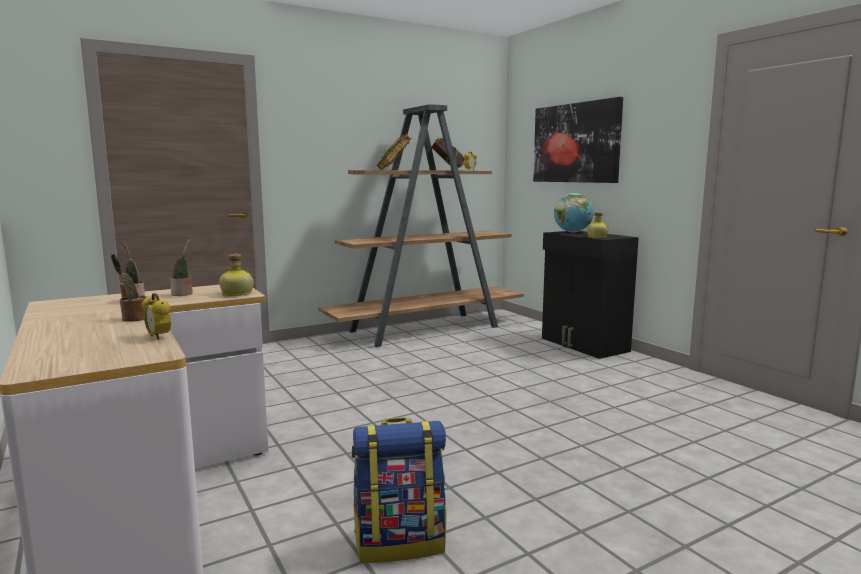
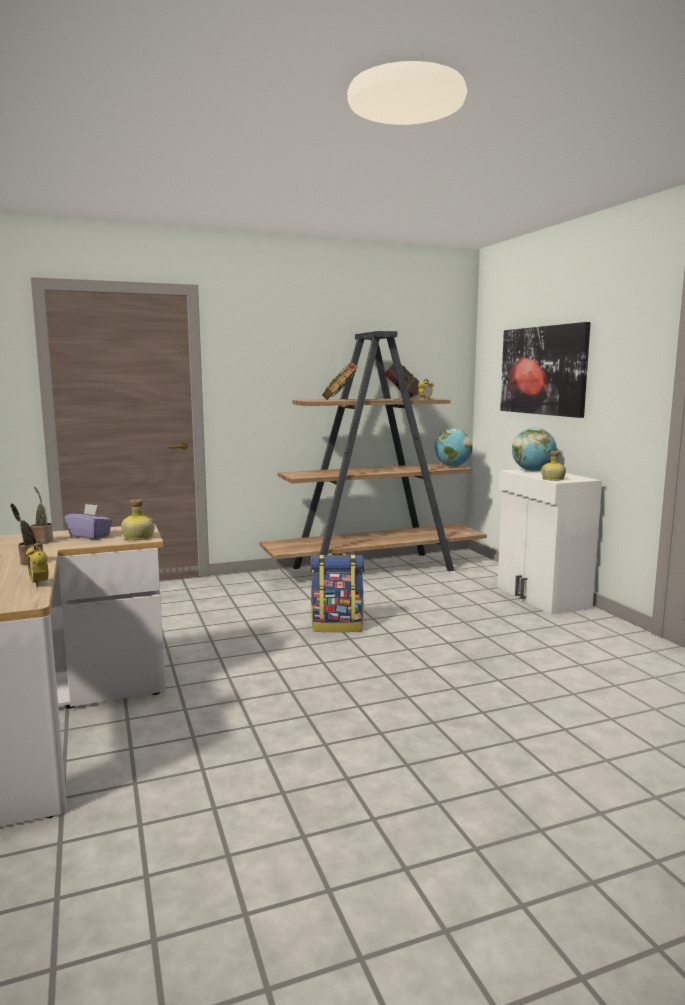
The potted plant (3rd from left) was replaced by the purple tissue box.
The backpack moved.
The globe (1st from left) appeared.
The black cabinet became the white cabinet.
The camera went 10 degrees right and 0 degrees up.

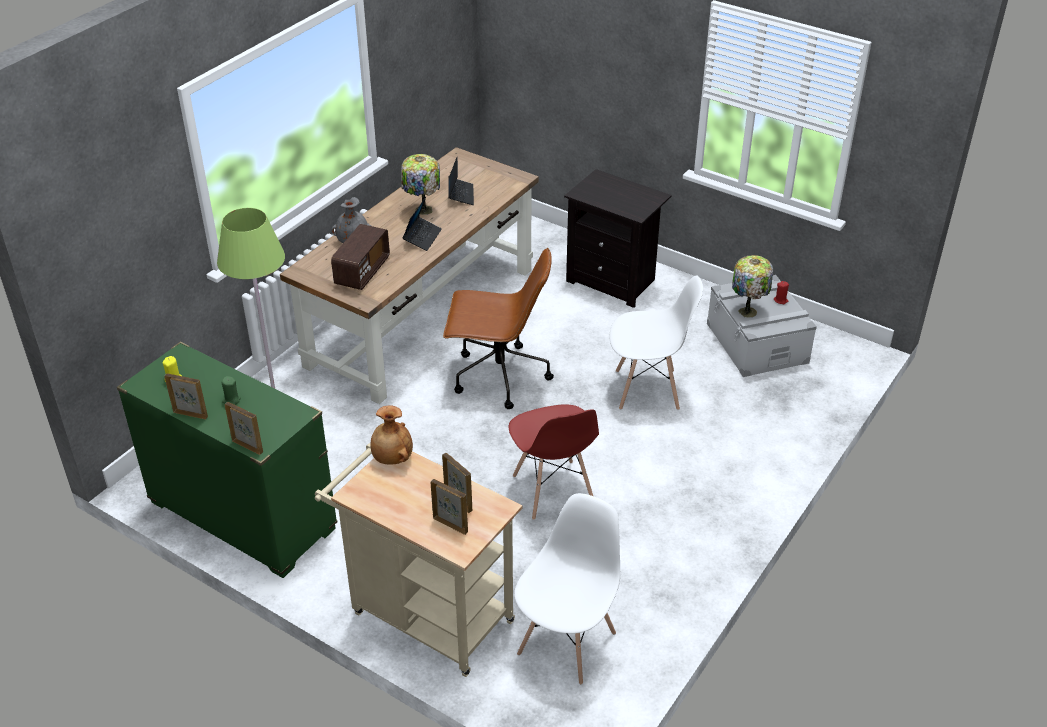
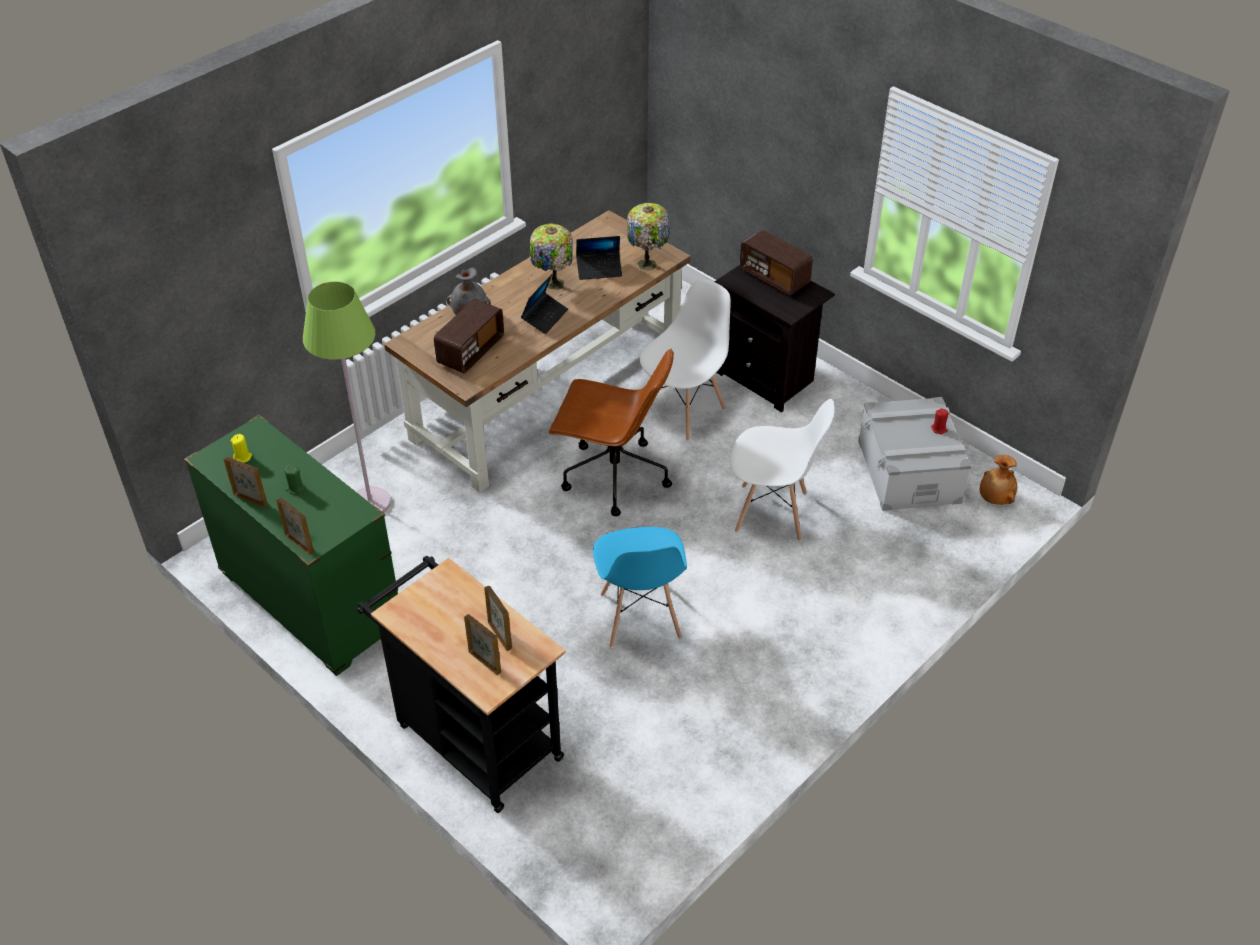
The beige cart became the black cart.
The laptop (2nd from left) turned 75 degrees clockwise.
The red chair became the blue chair.
The table lamp (2nd from left) moved.
The white chair (1st from left) moved.
The radio (2nd from left) appeared.
The brown vase moved.
The camera went 10 degrees right and 5 degrees up.

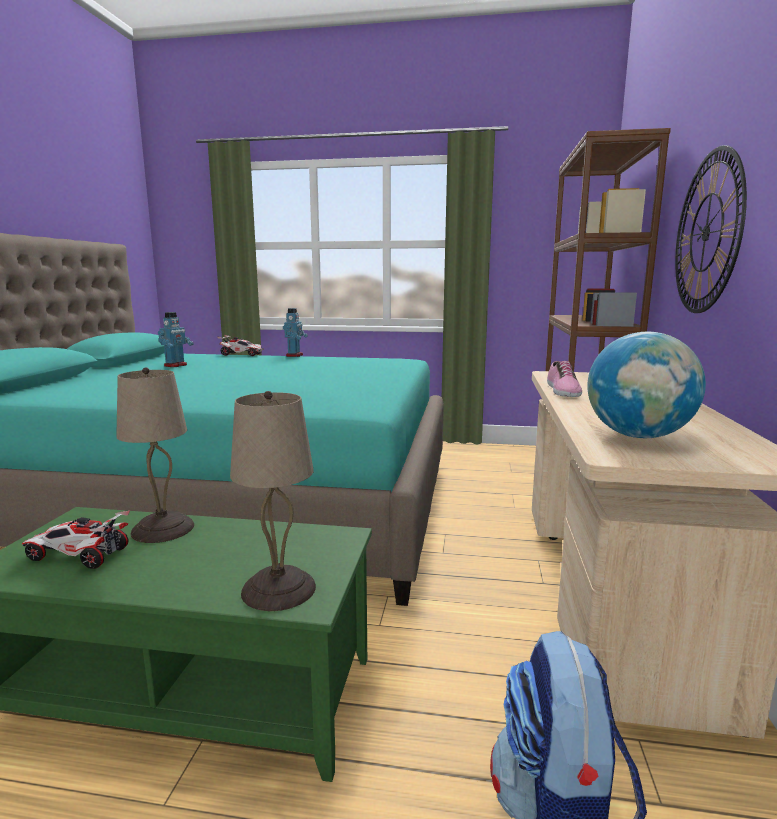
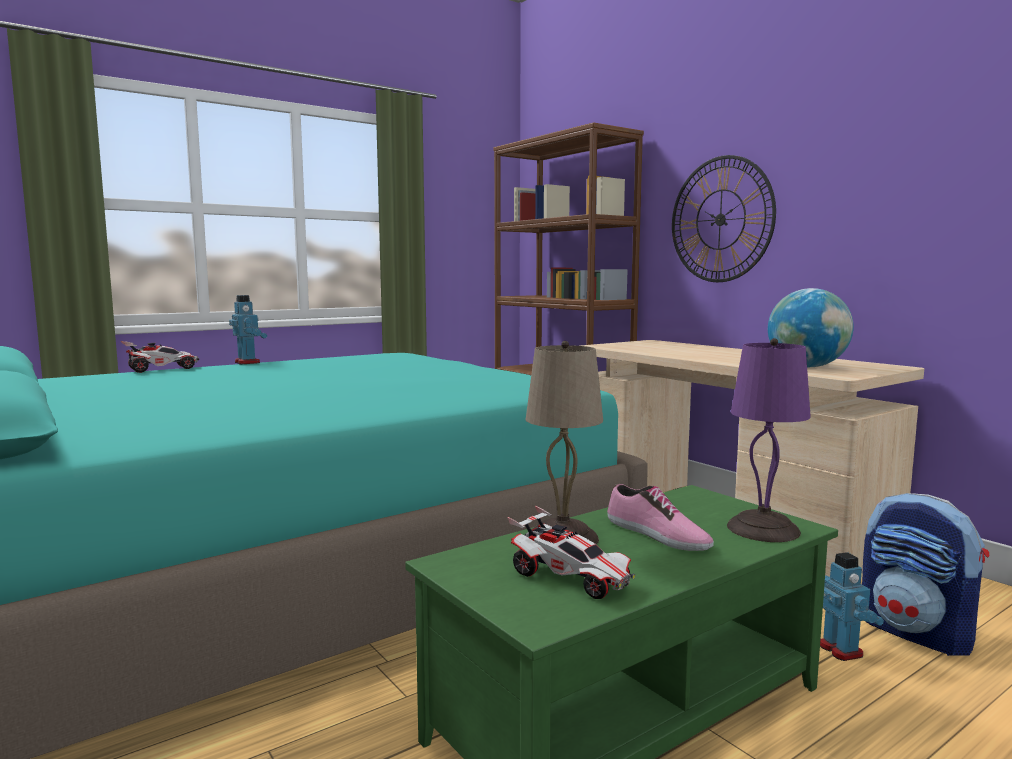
The toy car (1st from left in the first image) turned 105 degrees counterclockwise.
The shoe moved.
The beige table lamp (2nd from left) became the purple table lamp.
The toy robot (1st from left in the first image) moved.
The camera went 45 degrees left and 5 degrees down.

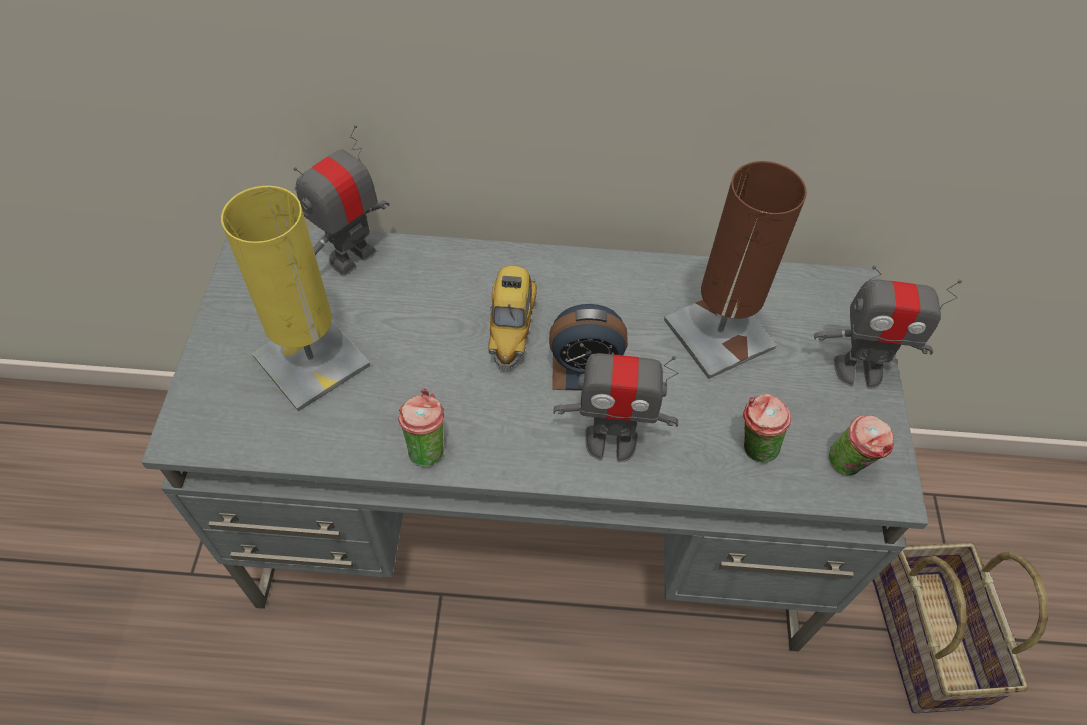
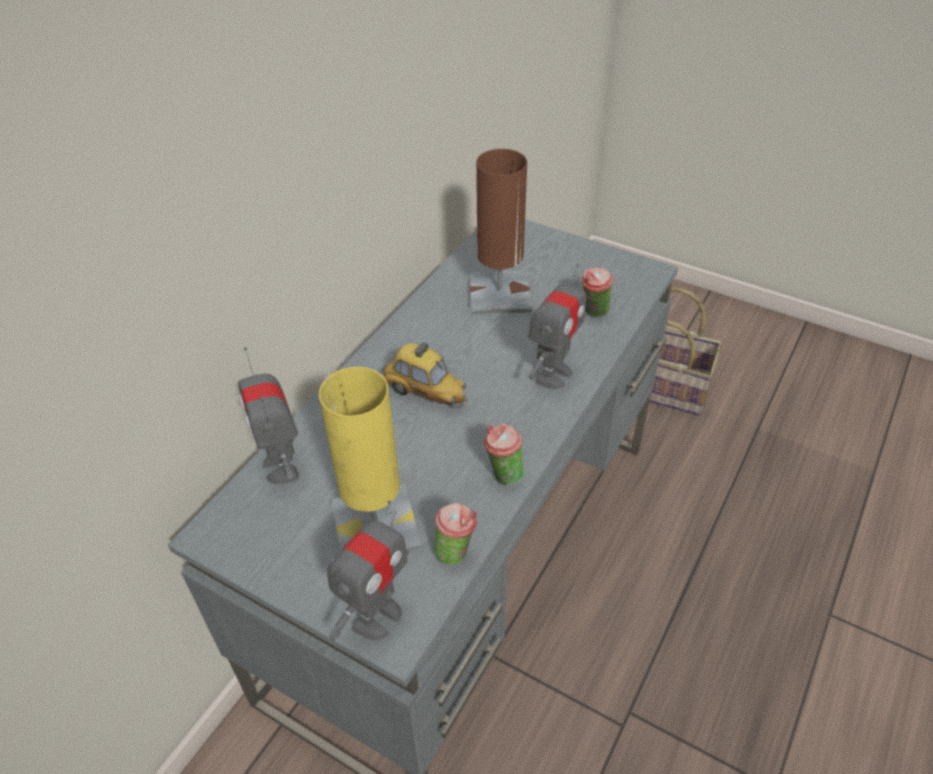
The toy robot (3rd from left in the first image) moved.
The cup (3rd from left in the first image) moved.
The alarm clock disappeared.
The camera went 60 degrees left and 10 degrees down.

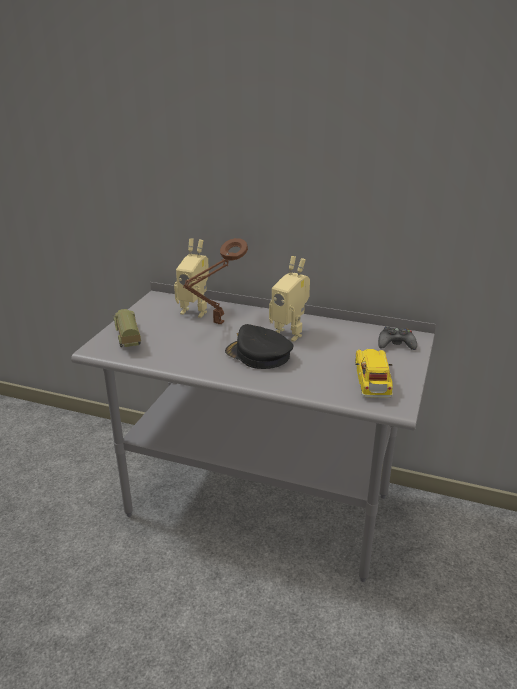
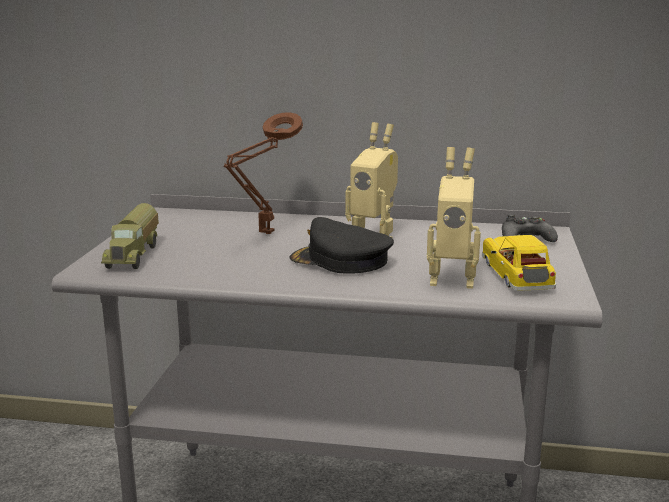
The toy truck turned 150 degrees counterclockwise.
The toy robot (1st from left in the first image) moved.
The camera went 10 degrees left and 10 degrees down.

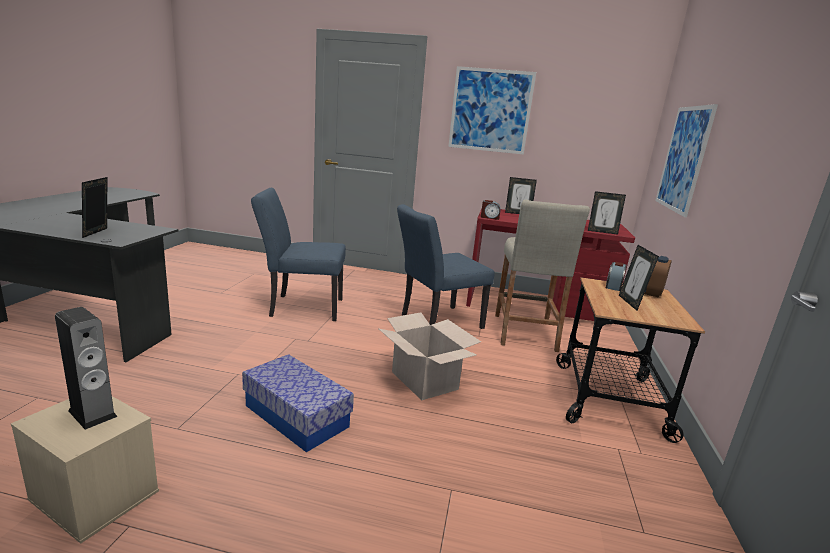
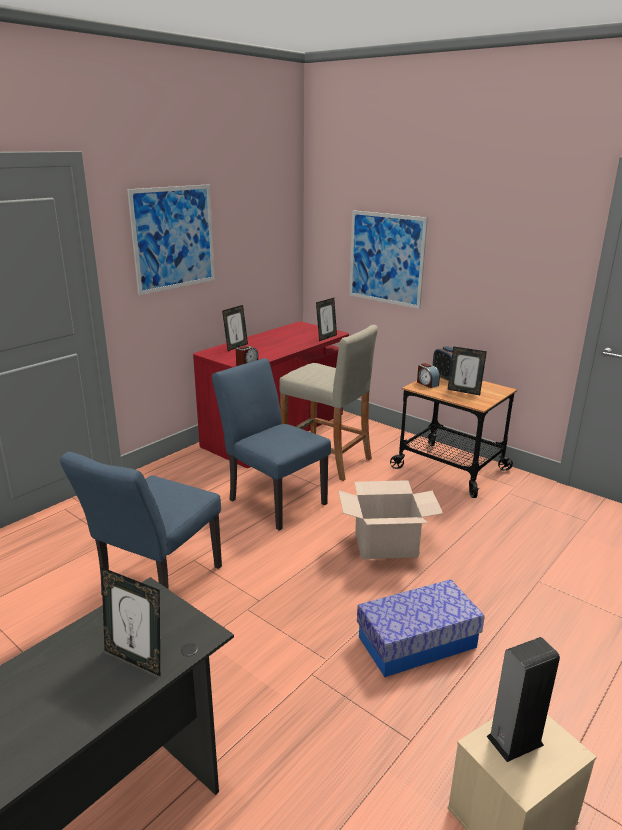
The blue chair (2nd from left) turned 135 degrees clockwise.
The camera went 60 degrees left and 5 degrees up.

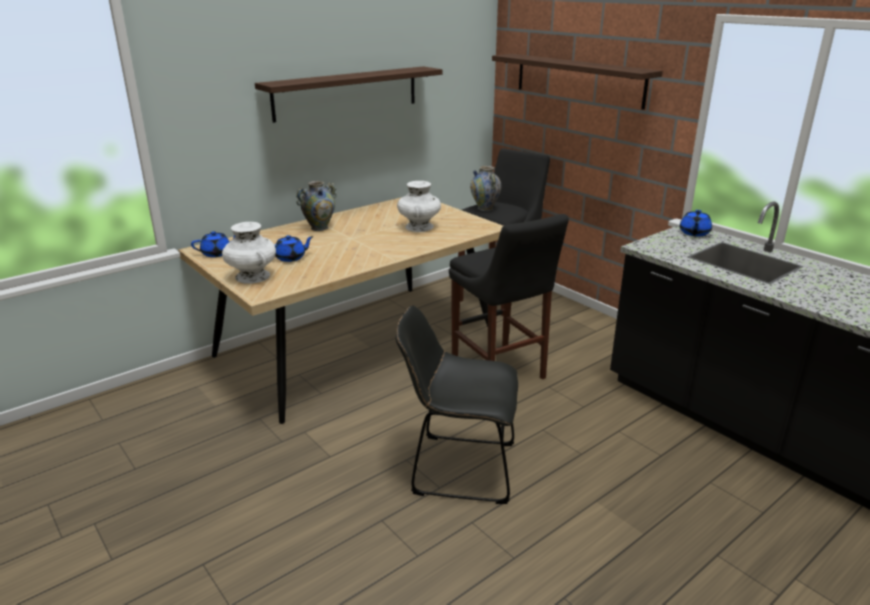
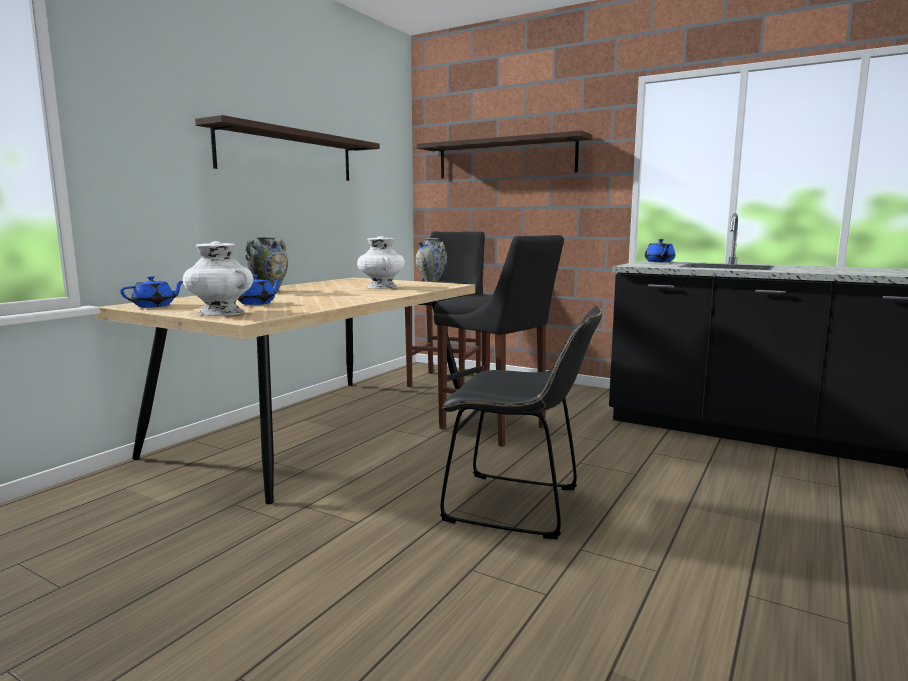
The black chair turned 150 degrees counterclockwise.
The camera went 20 degrees left and 15 degrees down.

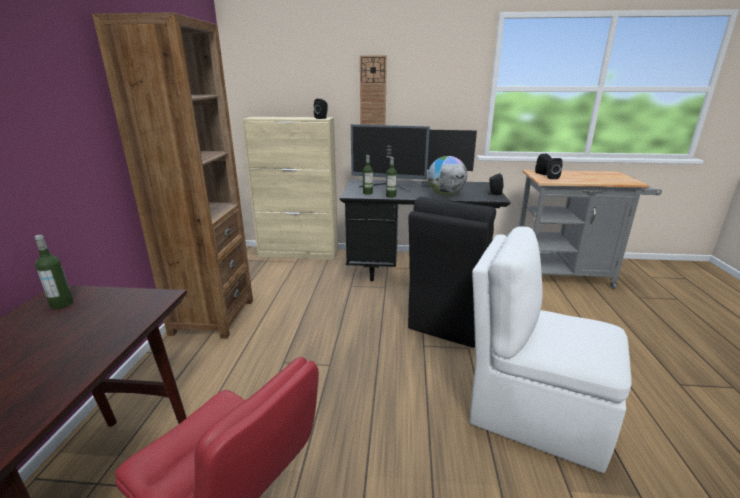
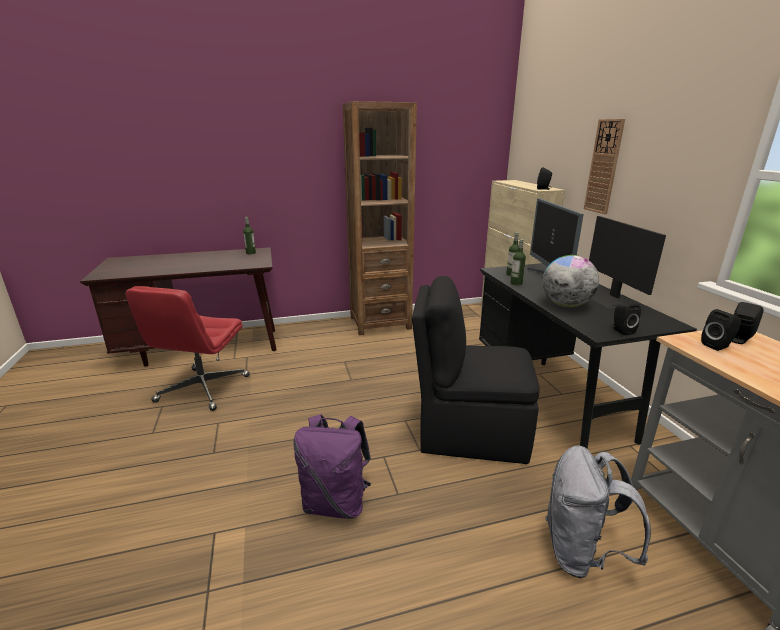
The white chair was replaced by the purple backpack.
The grey backpack appeared.
The camera went 70 degrees right and 0 degrees up.

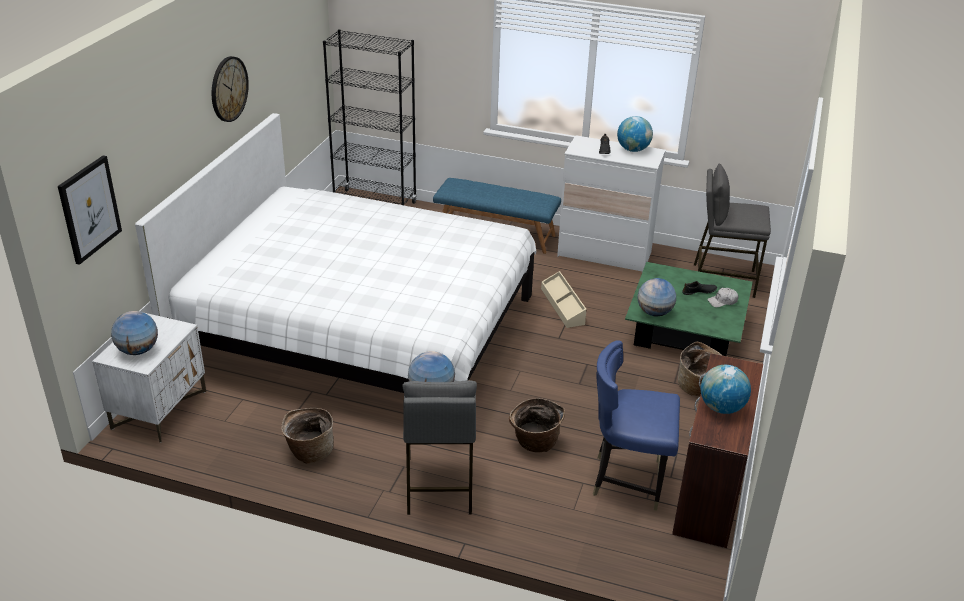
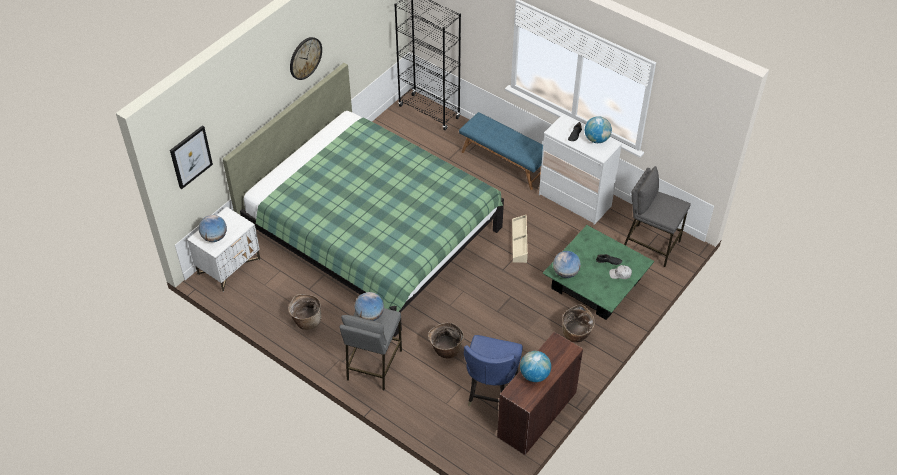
The white bed became the green bed.
The blue chair turned 105 degrees counterclockwise.
The camera went 20 degrees right and 15 degrees up.

